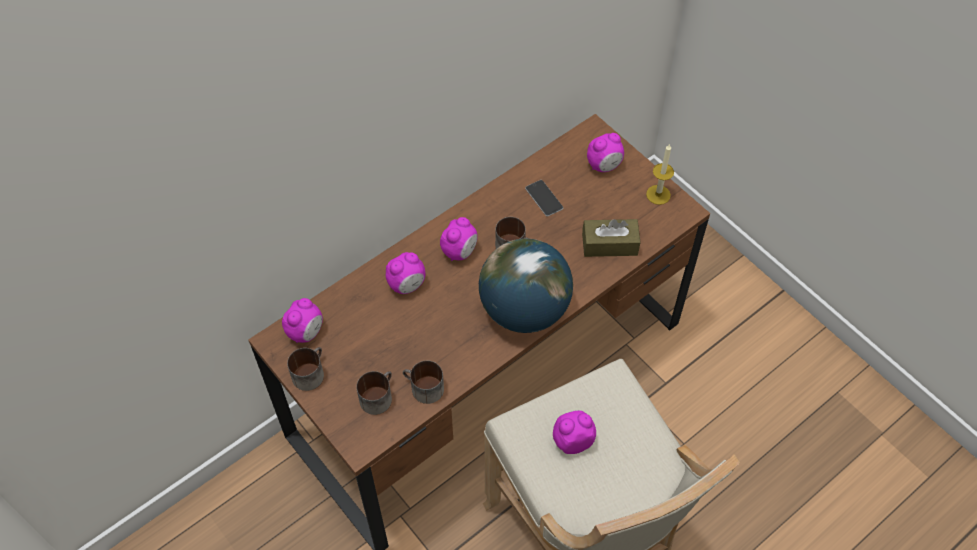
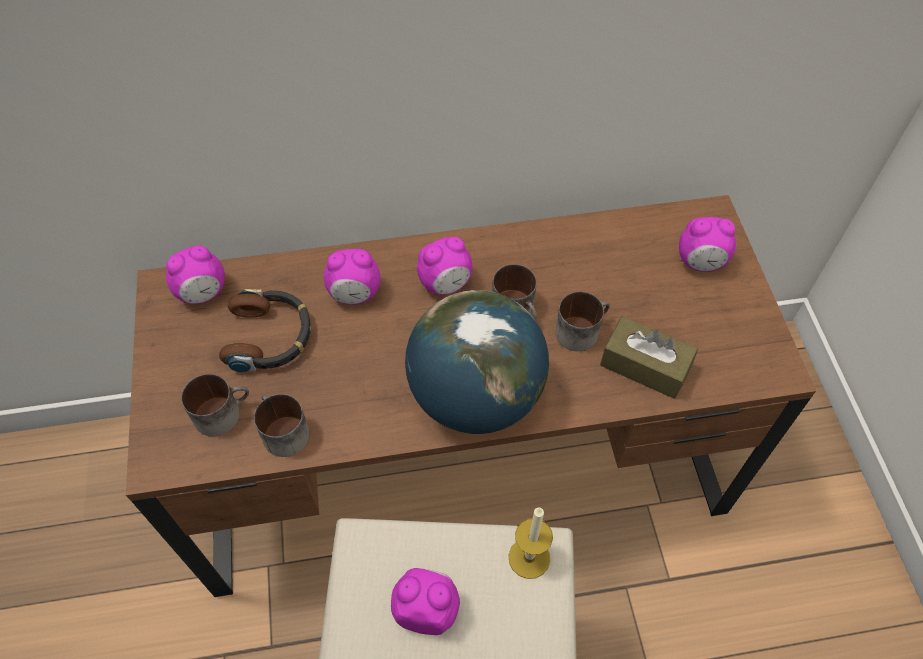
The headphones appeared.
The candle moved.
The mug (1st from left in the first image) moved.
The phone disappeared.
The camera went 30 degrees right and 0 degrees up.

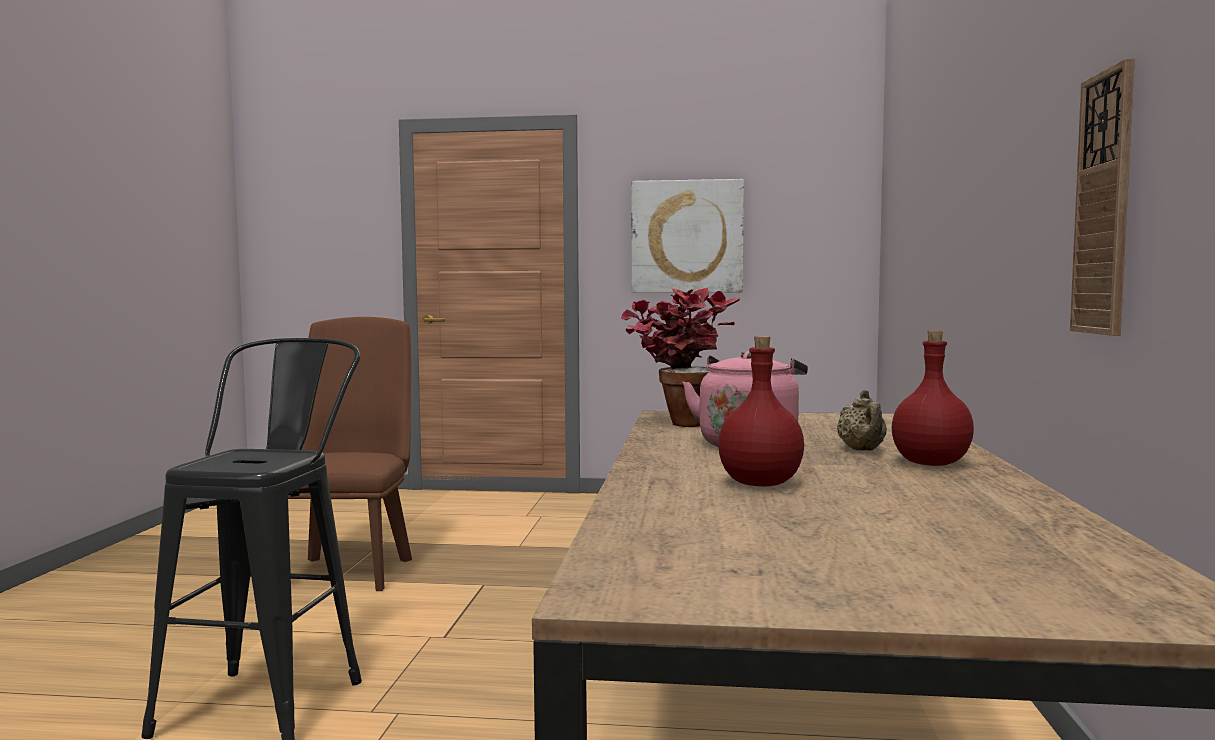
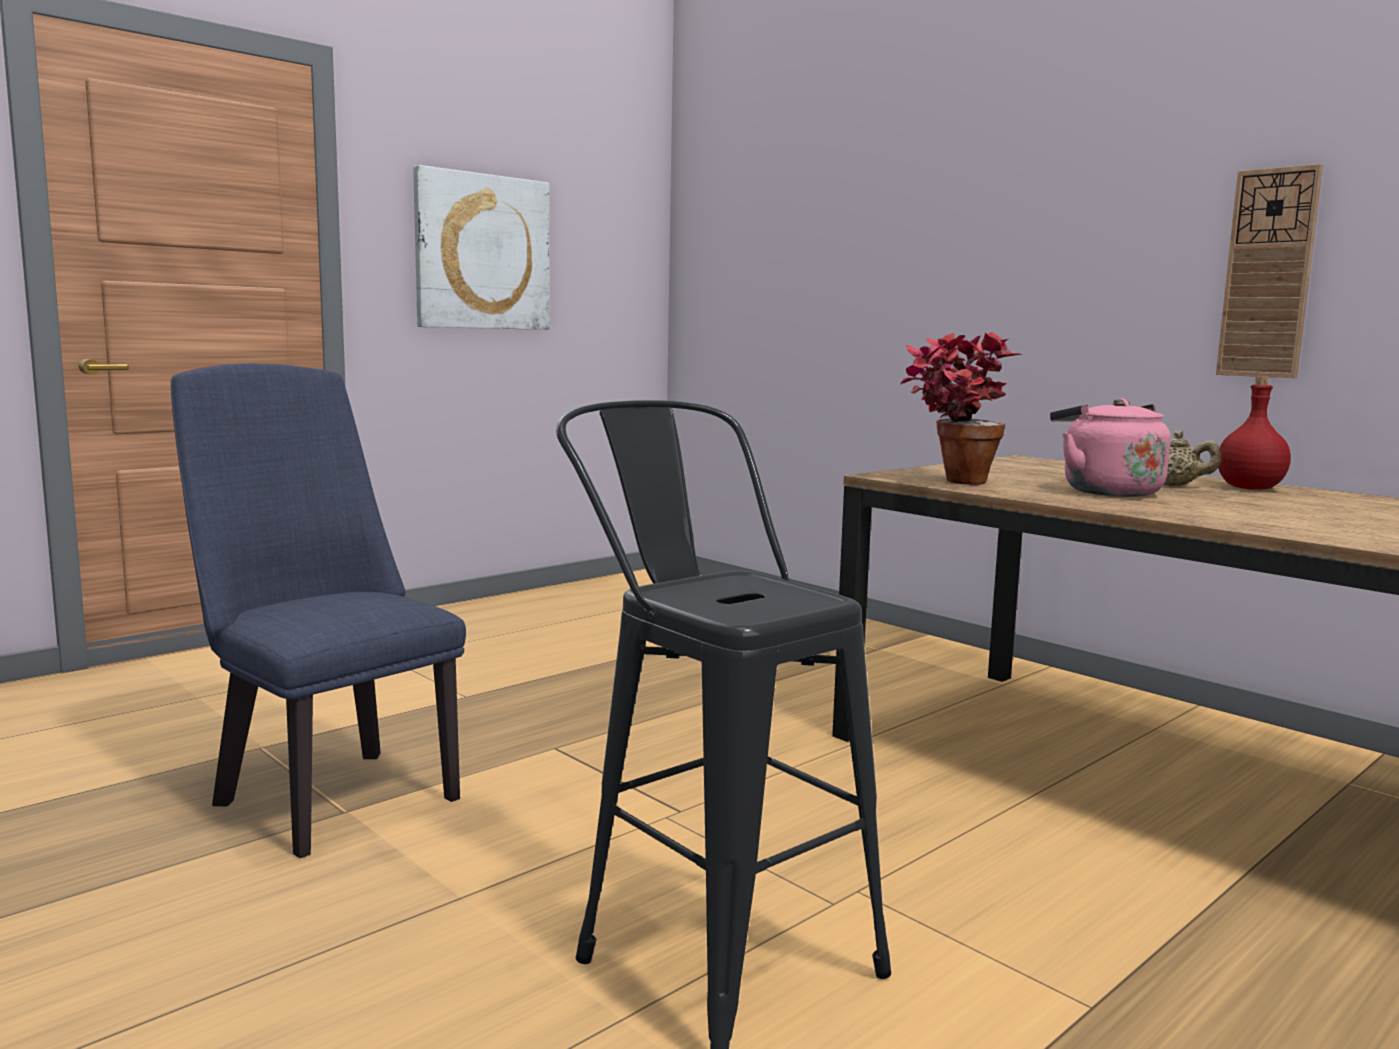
The brown chair became the blue chair.
The red bottle (1st from left) disappeared.
The camera went 50 degrees left and 5 degrees up.

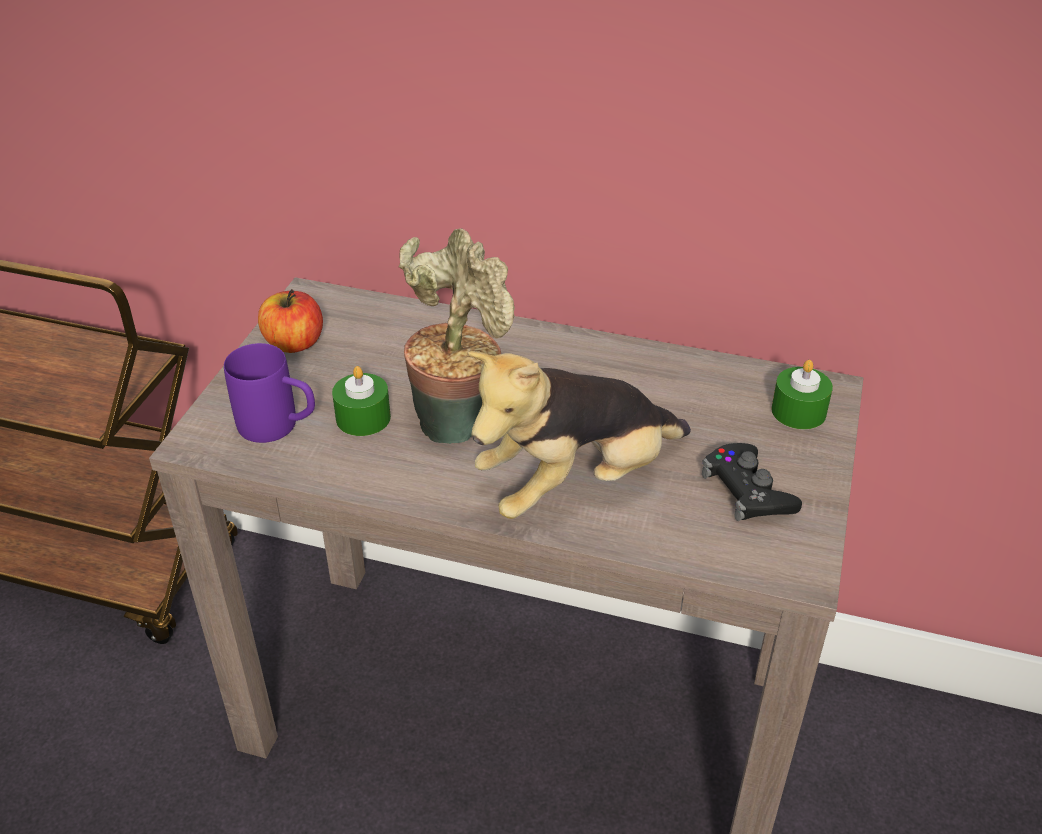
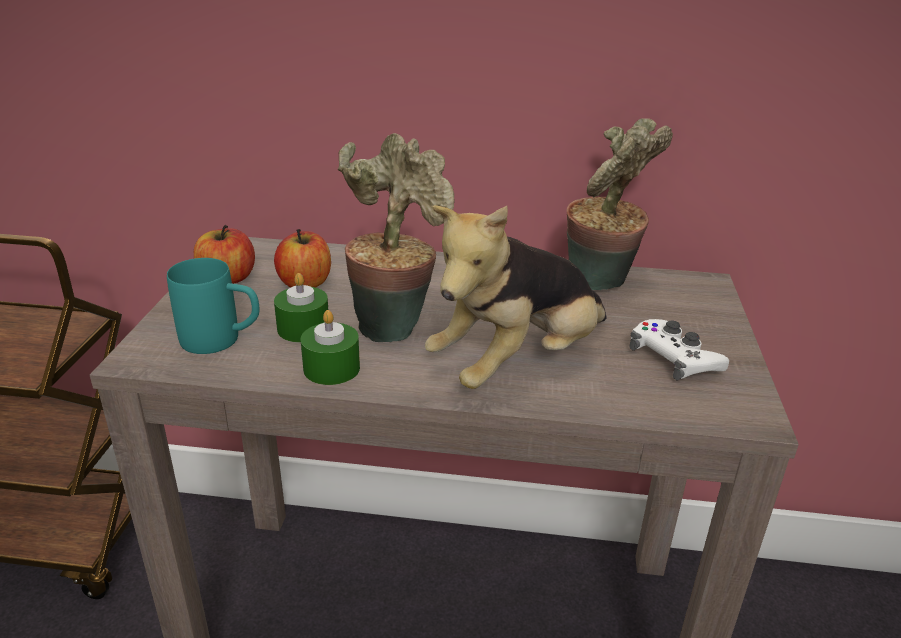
The purple mug became the turquoise mug.
The apple (2nd from left) appeared.
The green candle (2nd from left) moved.
The potted plant (2nd from left) appeared.
The black game controller became the white game controller.
The camera went 10 degrees left and 10 degrees down.

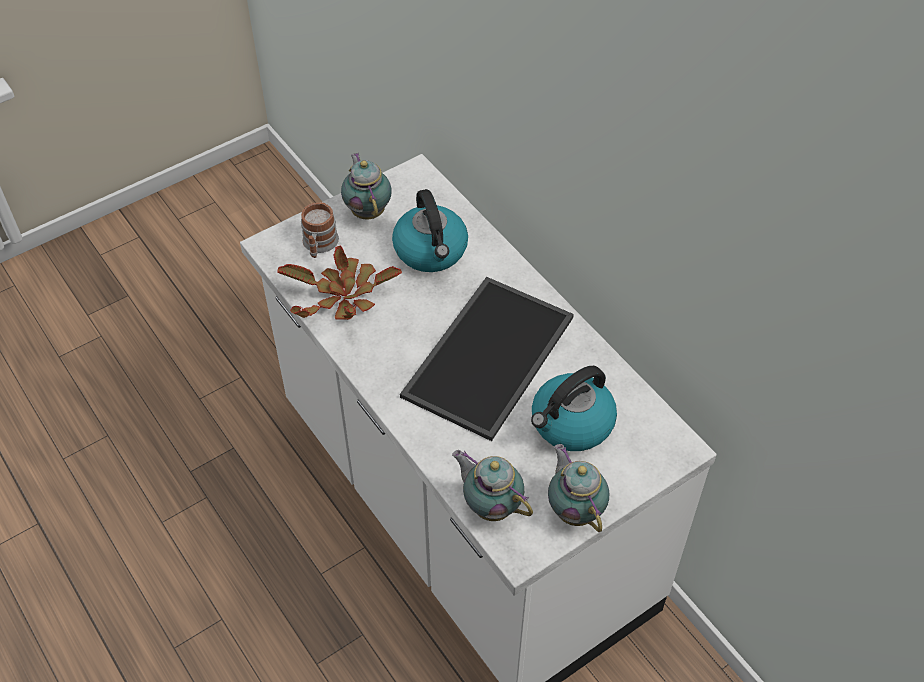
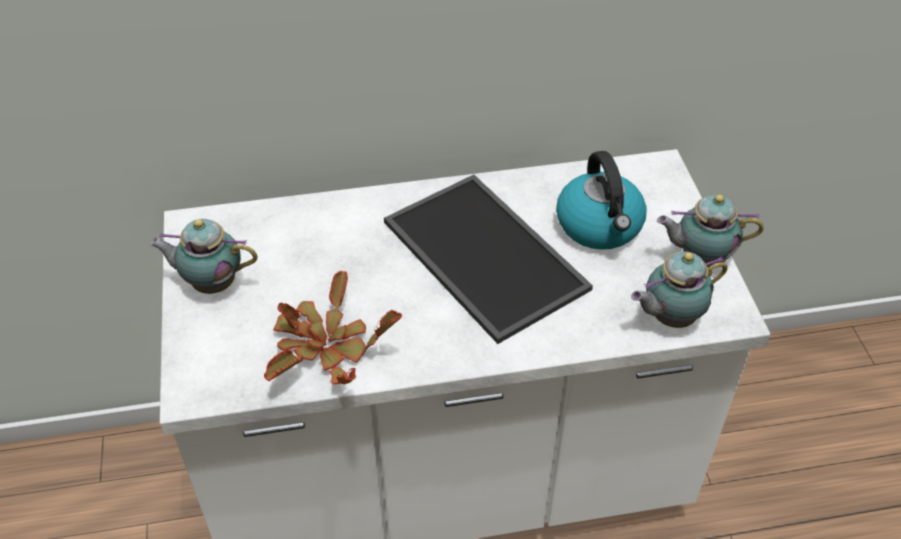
The mug disappeared.
The kettle (1st from left) disappeared.
The camera went 65 degrees left and 5 degrees down.

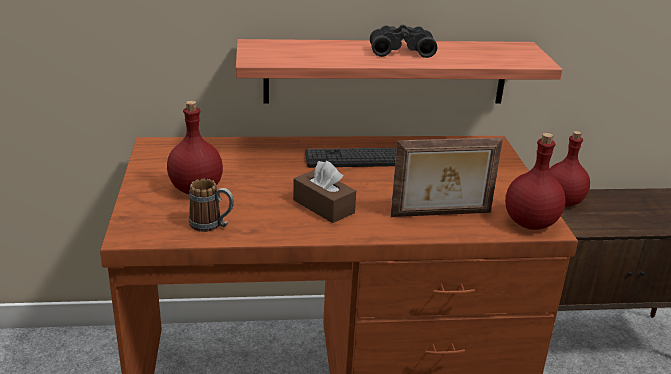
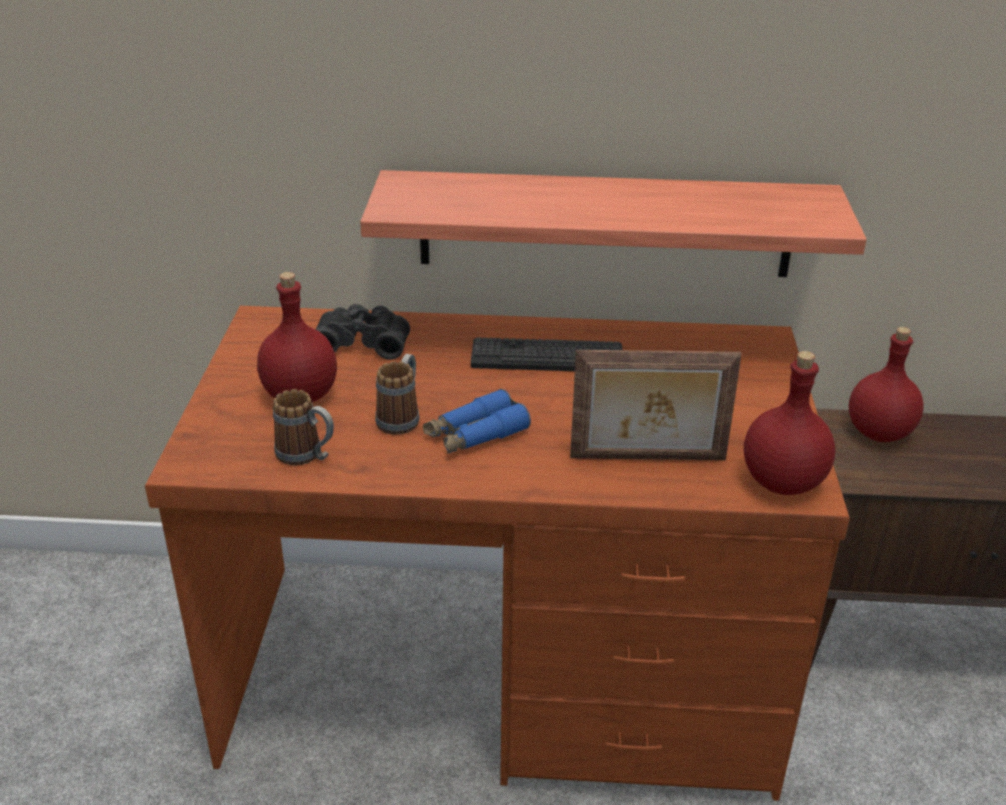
The black binoculars moved.
The mug (2nd from left) appeared.
The brown tissue box was replaced by the blue binoculars.
The camera went 10 degrees right and 5 degrees up.

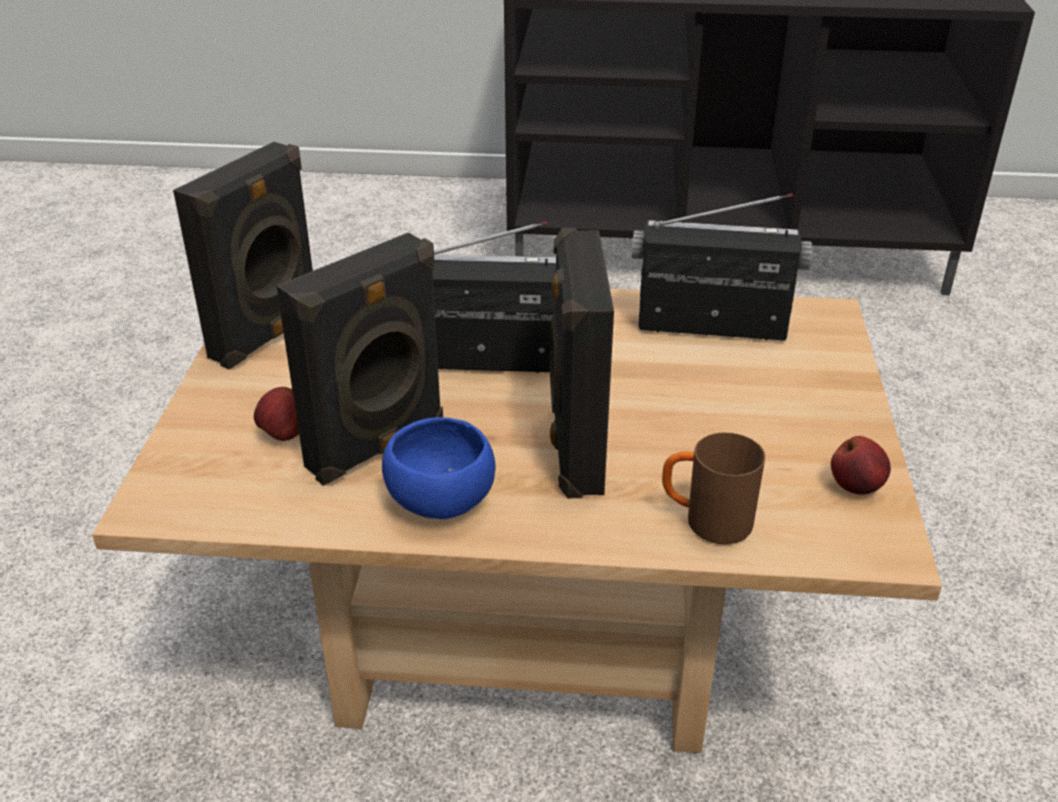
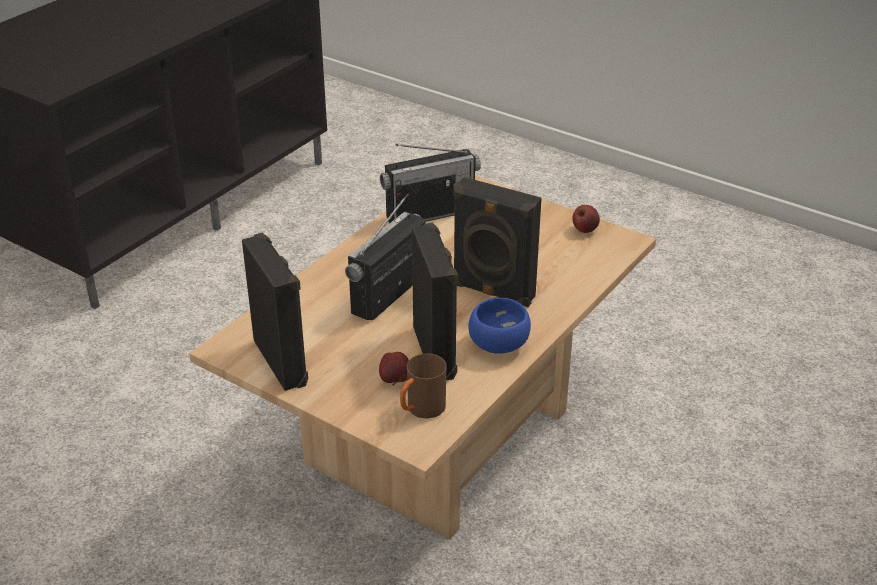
The radio (2nd from left) turned 150 degrees counterclockwise.
The brown mug moved.
The camera went 60 degrees left and 0 degrees up.

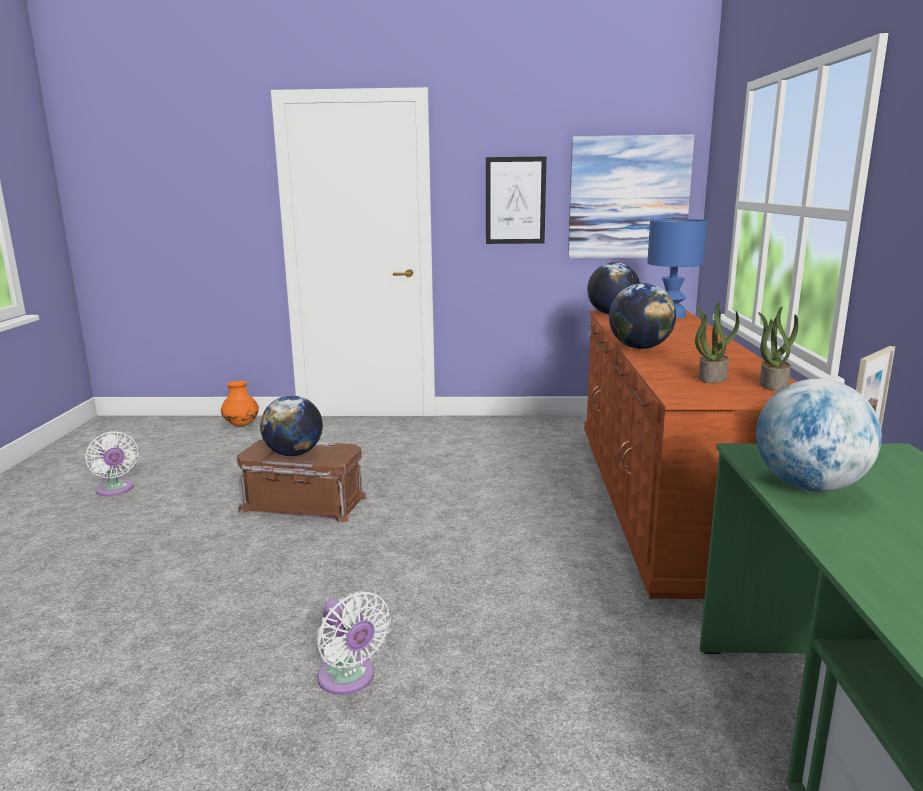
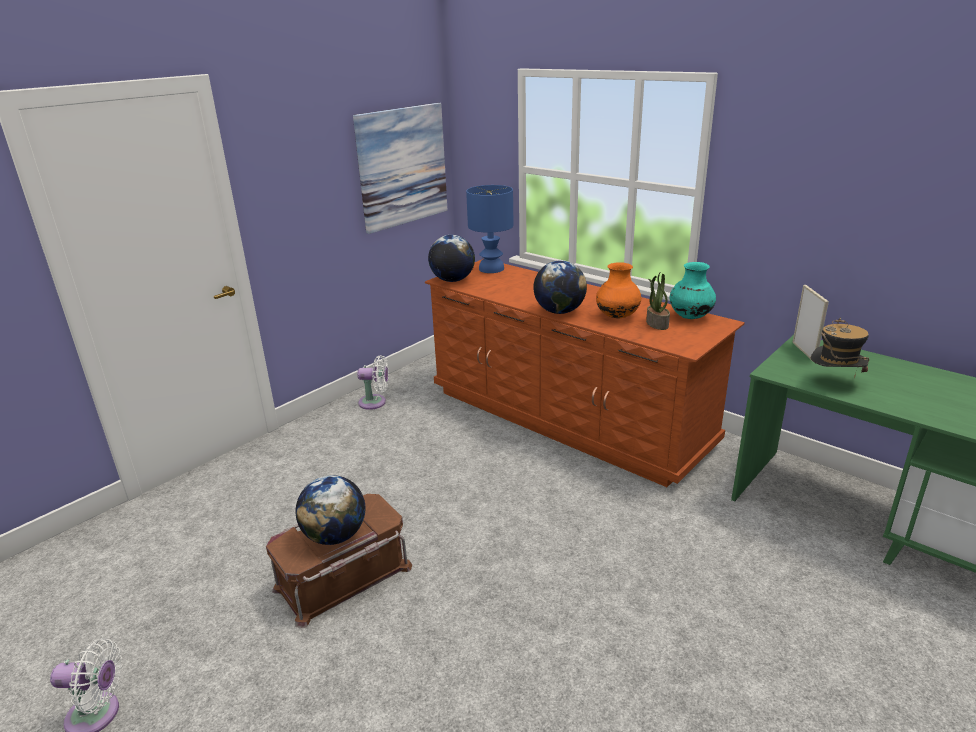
The white fan (2nd from left) moved.
The orange vase moved.
The potted plant (2nd from left) was replaced by the turquoise vase.
The globe (4th from left) was replaced by the hat.
The picture (1st from left) disappeared.
The camera went 50 degrees left and 10 degrees up.

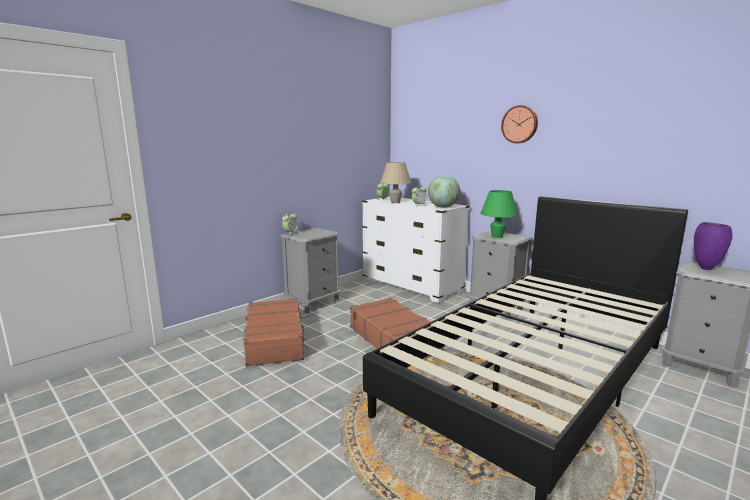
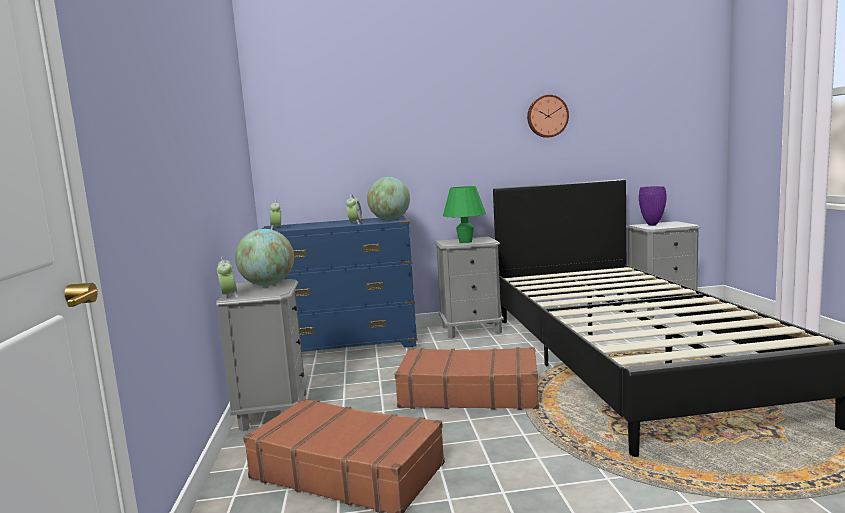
The globe (1st from left) appeared.
The white dresser became the blue dresser.
The wall clock moved.
The beige table lamp disappeared.
The camera went 50 degrees left and 5 degrees down.

